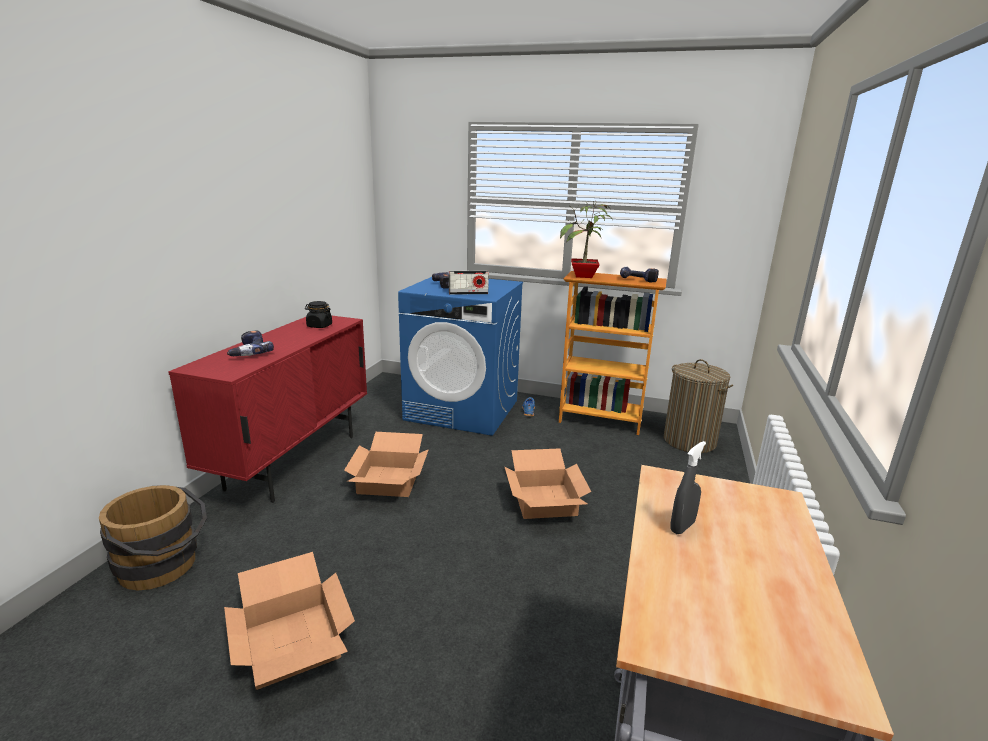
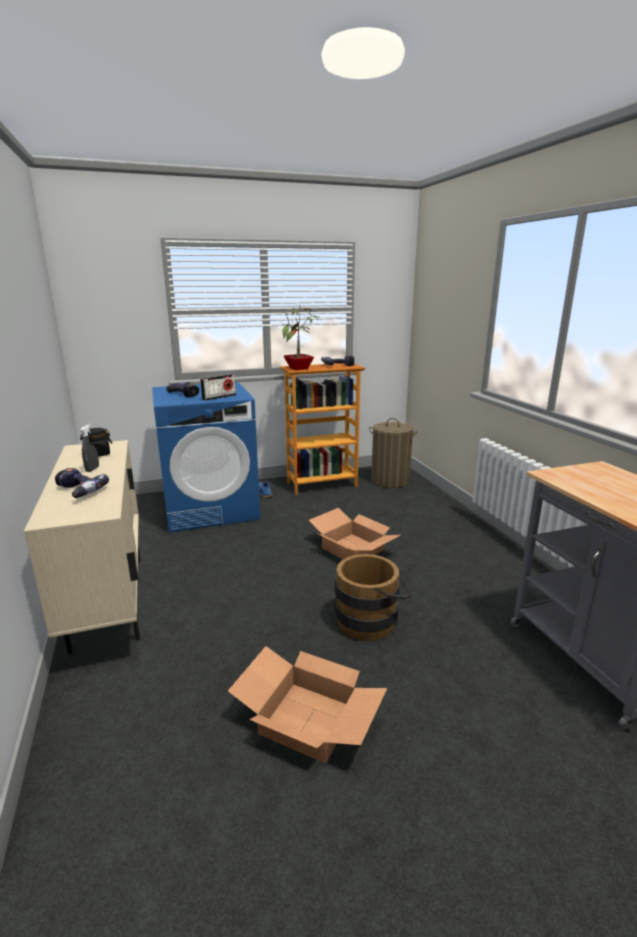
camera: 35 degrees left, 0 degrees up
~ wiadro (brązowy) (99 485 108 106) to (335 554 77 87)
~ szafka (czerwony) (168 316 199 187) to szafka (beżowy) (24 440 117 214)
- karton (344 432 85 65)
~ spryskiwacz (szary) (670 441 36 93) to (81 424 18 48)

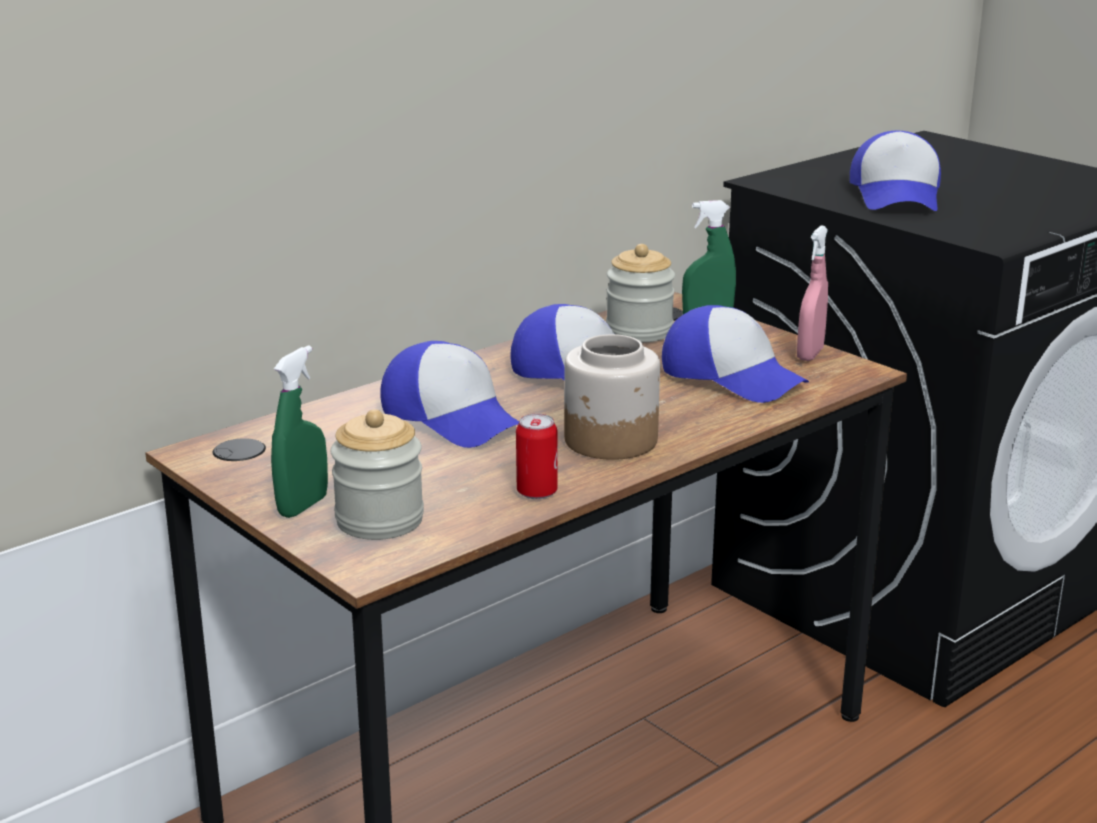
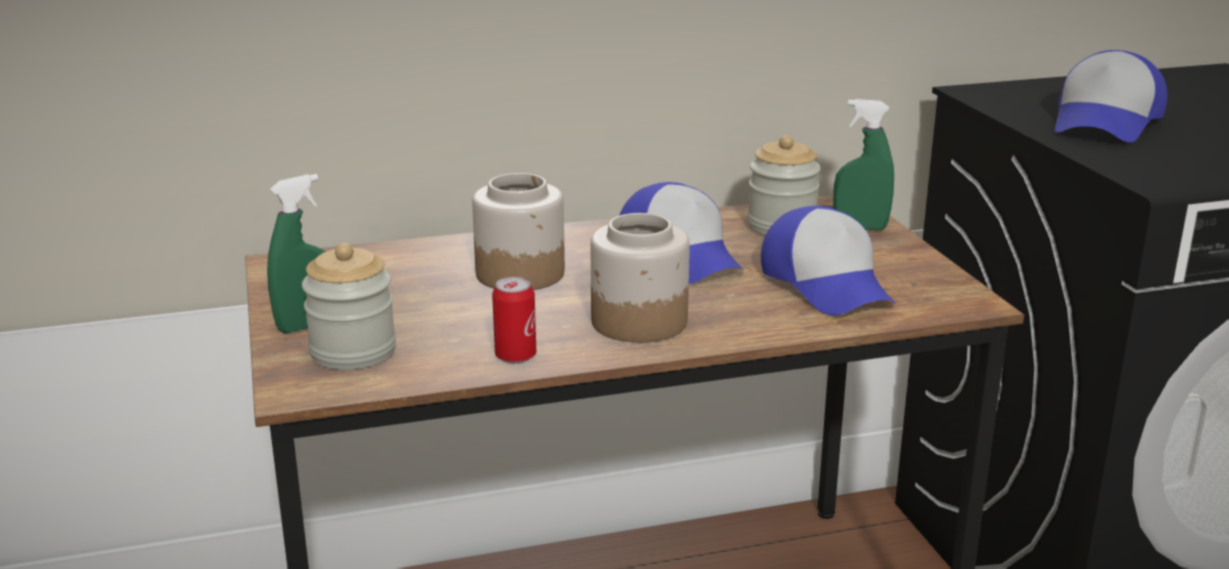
camera: 25 degrees right, 0 degrees up
~ czapka z daszkiem (381 341 138 107) to słoik (472 173 93 117)
- spryskiwacz (różowy) (797 226 31 135)

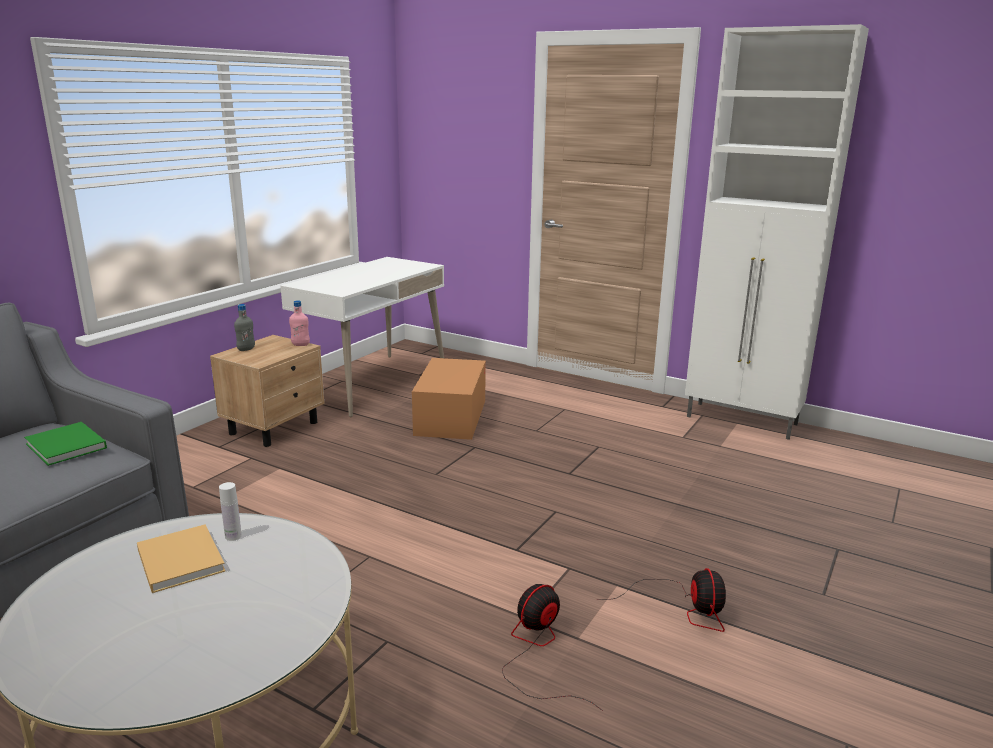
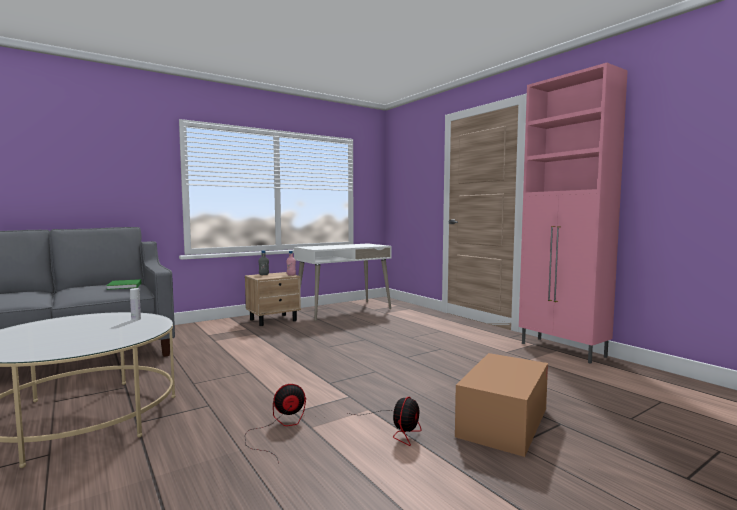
camera: 25 degrees right, 15 degrees down
- książka (beżowy) (137 524 88 69)
~ karton (412 358 74 82) to (455 353 93 104)
~ szafka (biały) (685 24 184 416) to szafka (różowy) (519 63 109 301)

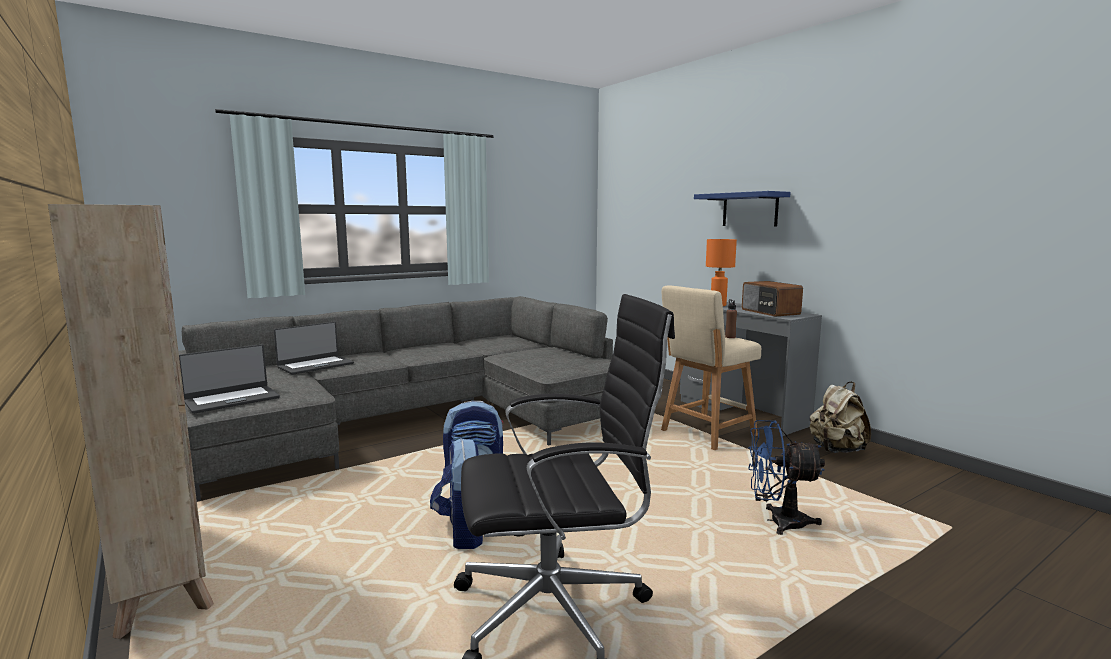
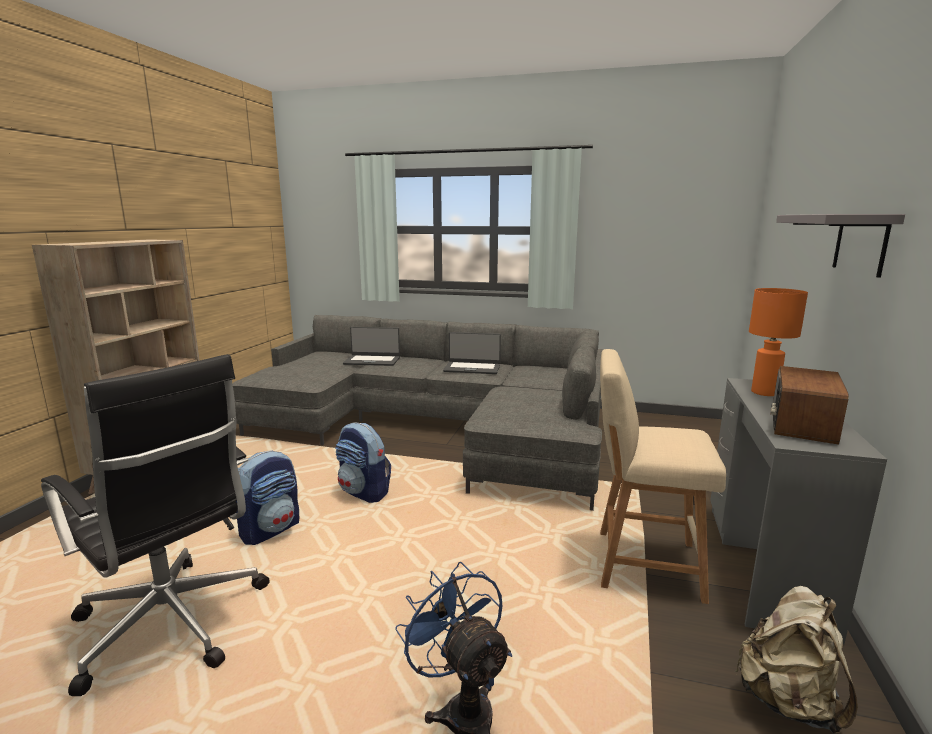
camera: 50 degrees right, 5 degrees up
~ laptop (179 344 101 70) to (443 332 58 42)
~ półka (niebieski) (694 191 97 35) to półka (szary) (776 214 129 64)
- butelka (brązowy) (725 299 12 39)

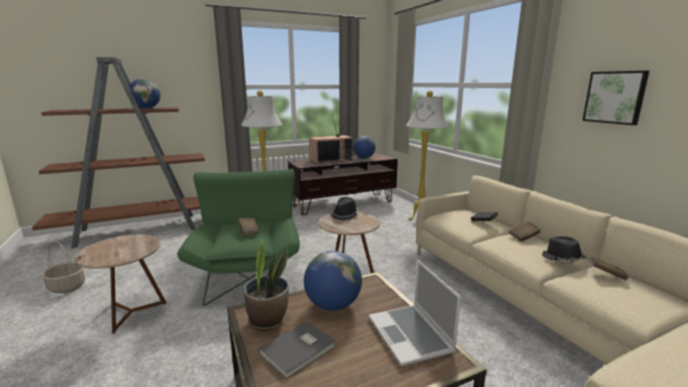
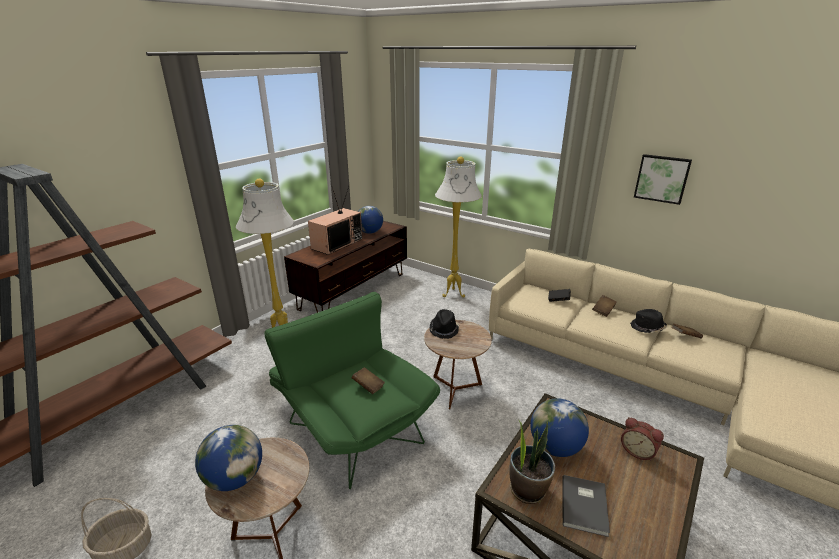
camera: 30 degrees left, 10 degrees up
~ globus (129 78 32 31) to (195 425 67 66)
~ laptop (369 260 92 106) to budzik (621 417 43 44)

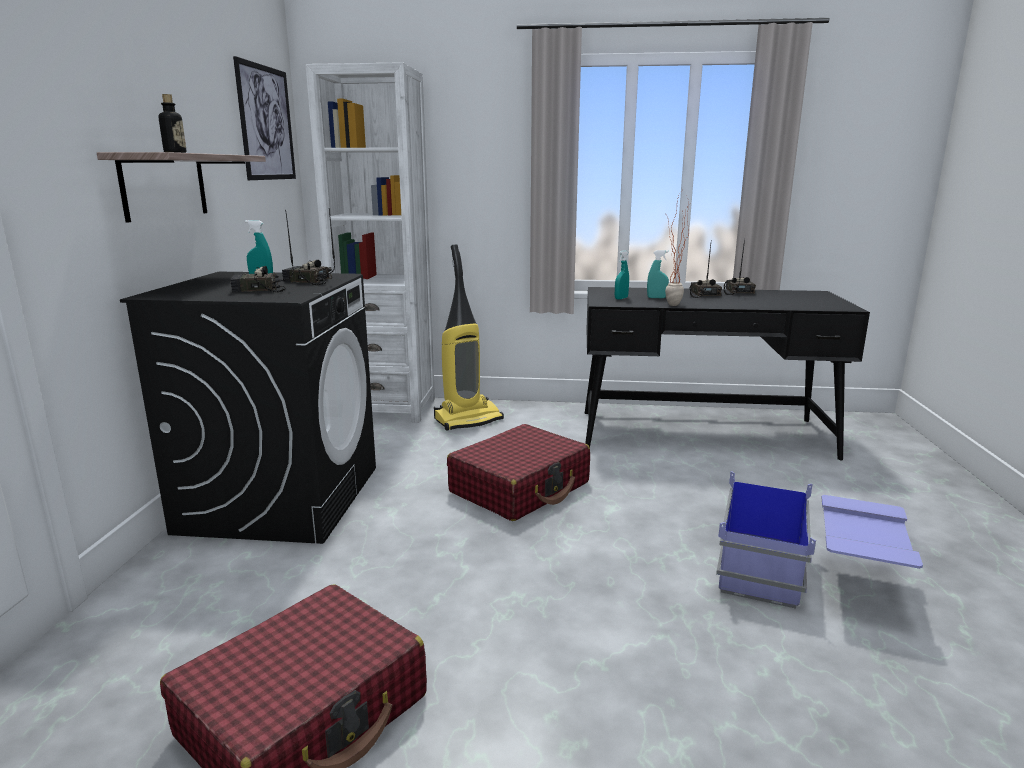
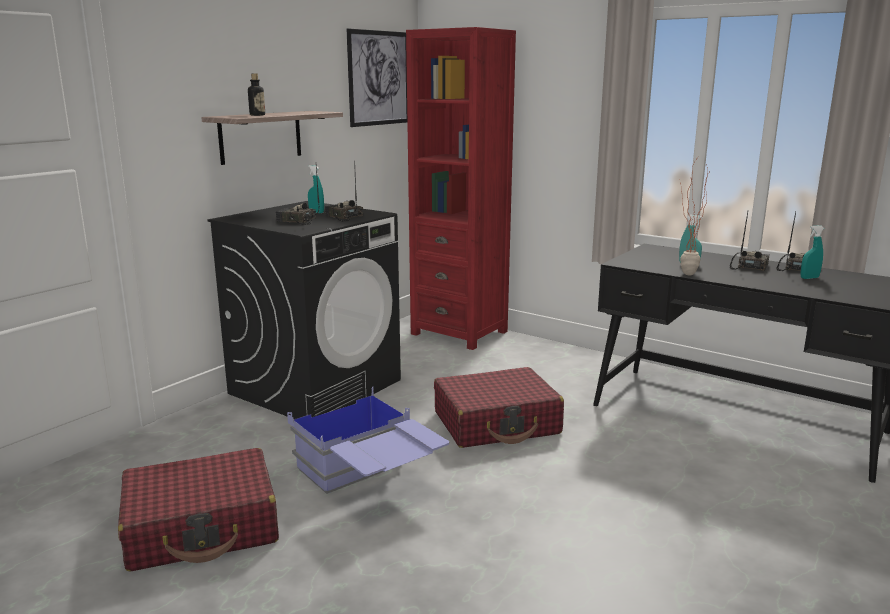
camera: 30 degrees right, 0 degrees up
~ regał (biały) (305 62 130 361) to regał (czerwony) (406 27 110 323)
- odkurzacz (434 244 70 187)
~ spryskiwacz (turkusowy) (615 251 14 49) to (800 225 24 54)
~ pojemnik do przechowywania (niebieski) (716 471 207 138) to (287 387 162 107)

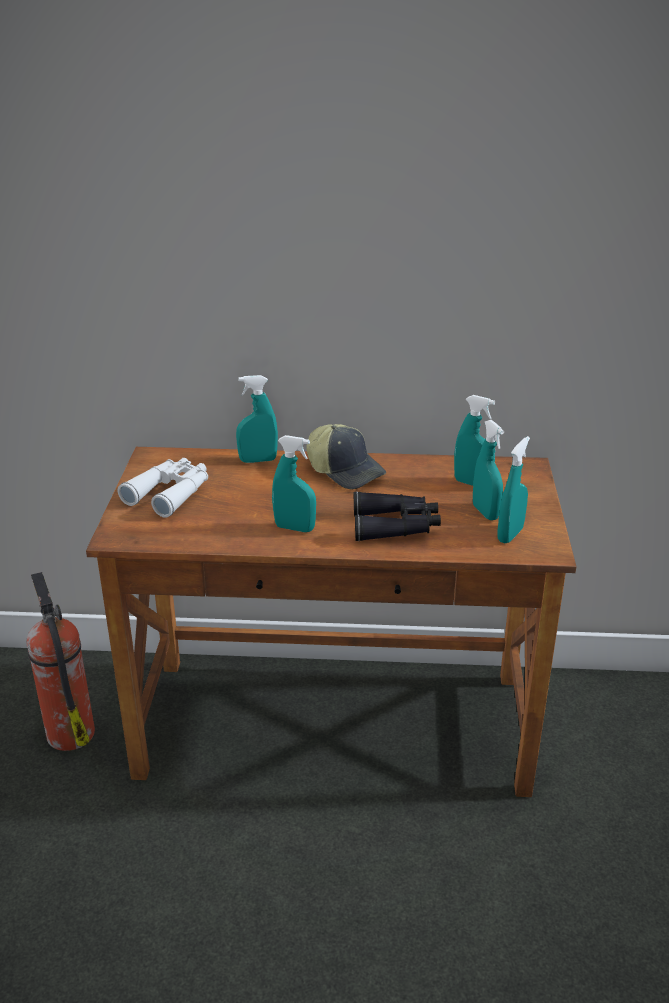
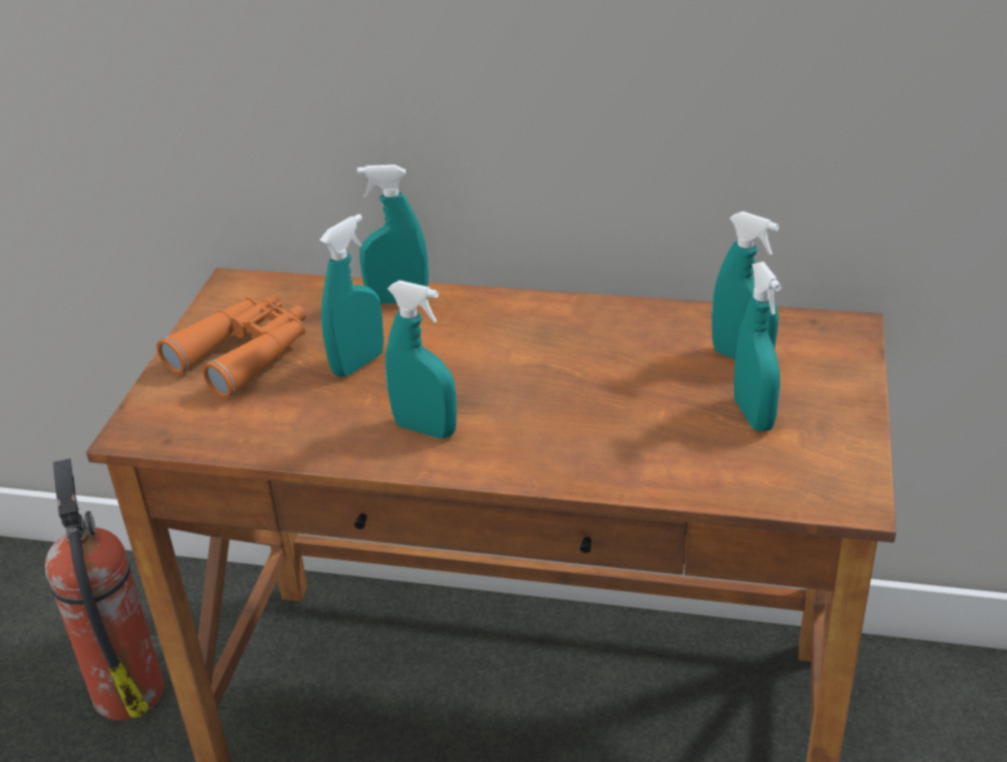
camera: 10 degrees right, 5 degrees up
~ lornetka (biały) (118 458 90 60) to lornetka (pomarańczowy) (157 295 149 104)
- czapka z daszkiem (306 424 80 65)
- lornetka (czarny) (354 492 87 49)
~ spryskiwacz (turkusowy) (497 436 33 107) to (320 214 64 163)

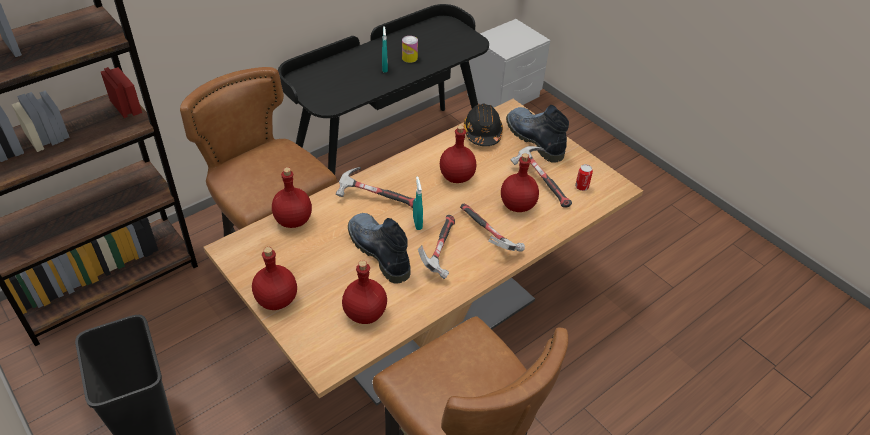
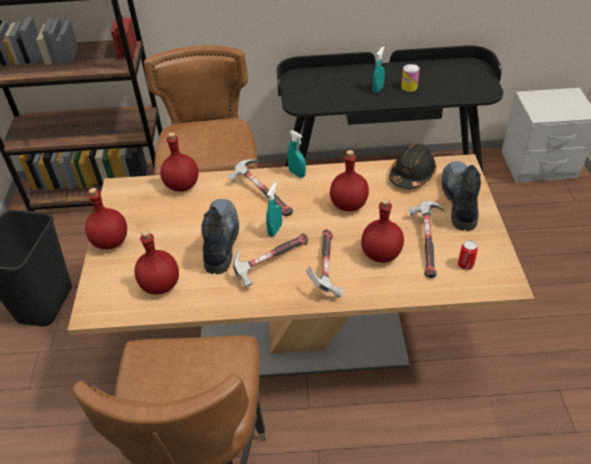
camera: 40 degrees right, 0 degrees up
+ spryskiwacz (turkusowy) (288 130 18 48)

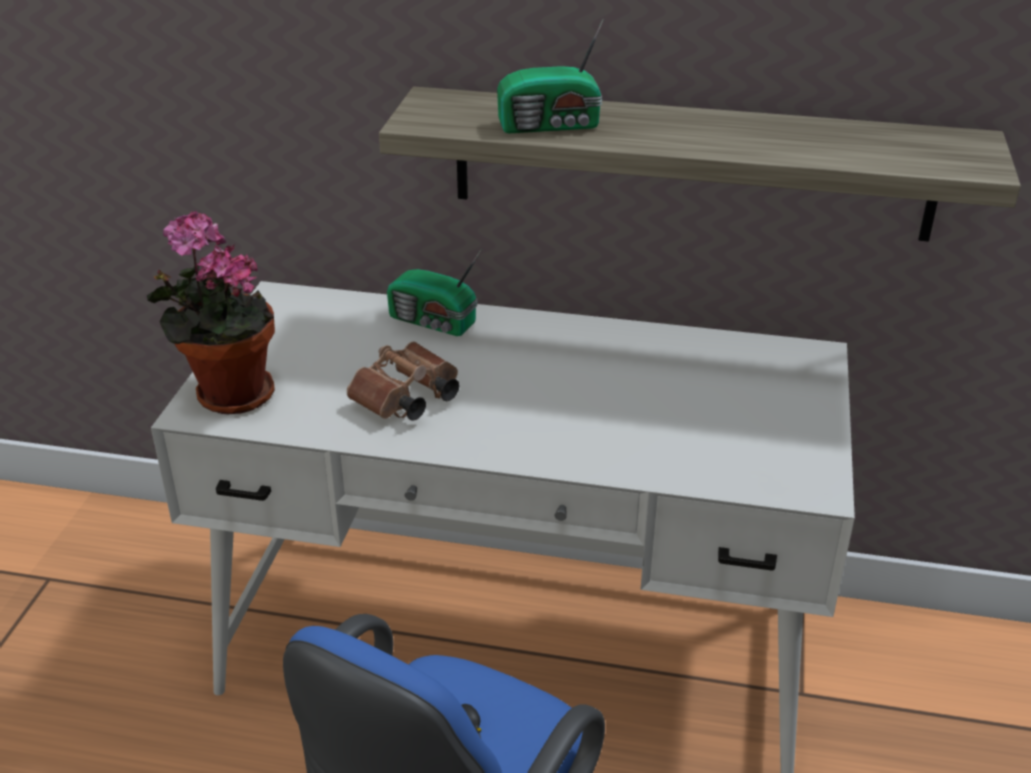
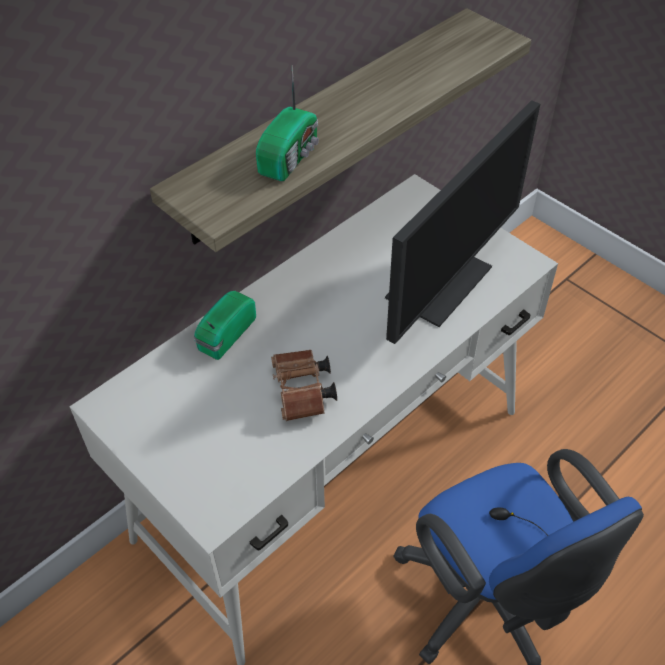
camera: 55 degrees left, 15 degrees up
- roślina doniczkowa (147 211 128 203)
~ radio (387 249 95 87) = (194 291 62 69) 150 degrees clockwise
+ monitor (385 100 155 244)

